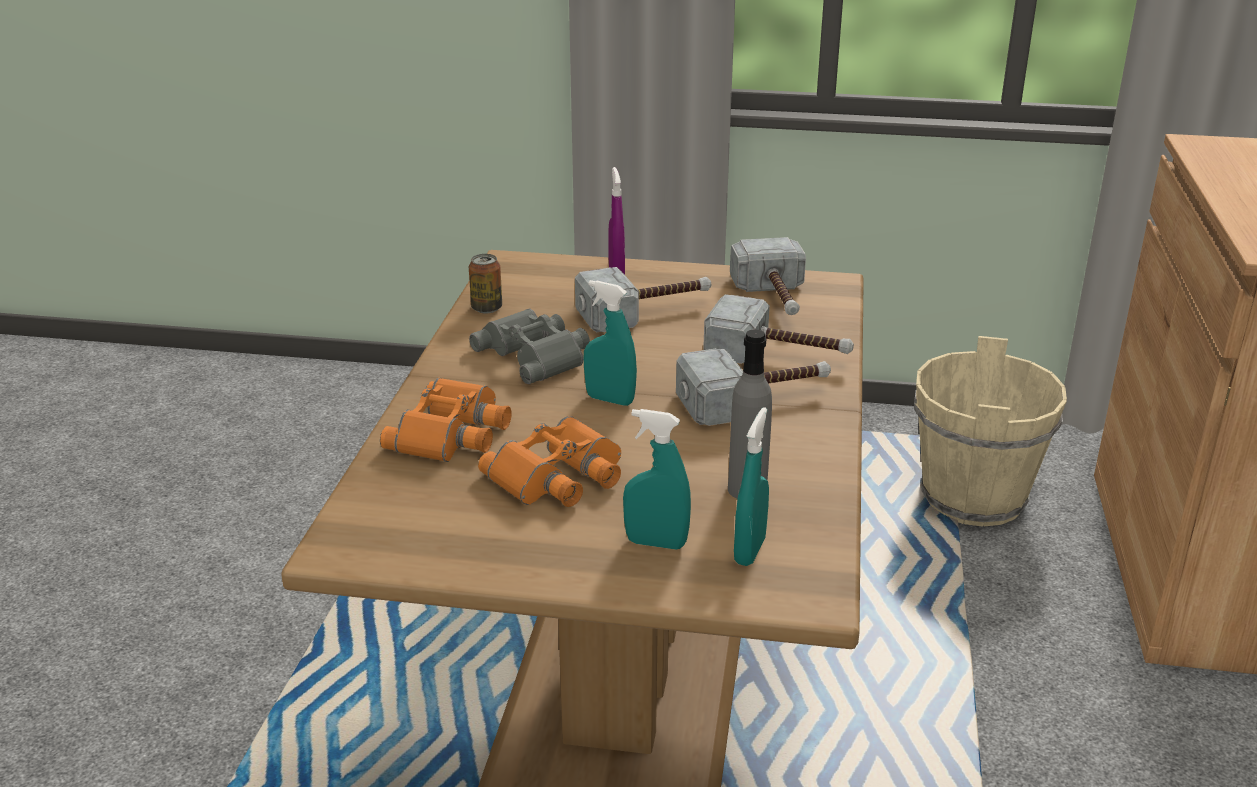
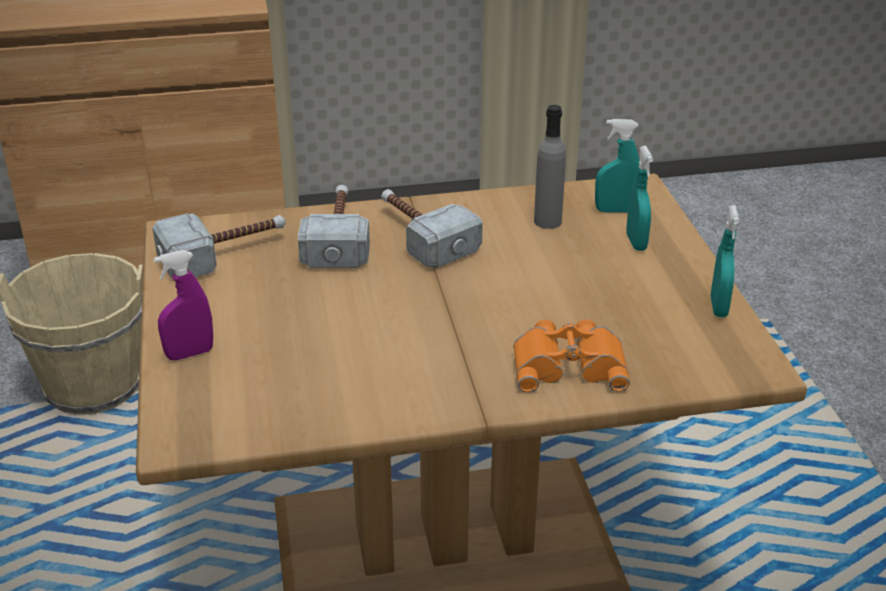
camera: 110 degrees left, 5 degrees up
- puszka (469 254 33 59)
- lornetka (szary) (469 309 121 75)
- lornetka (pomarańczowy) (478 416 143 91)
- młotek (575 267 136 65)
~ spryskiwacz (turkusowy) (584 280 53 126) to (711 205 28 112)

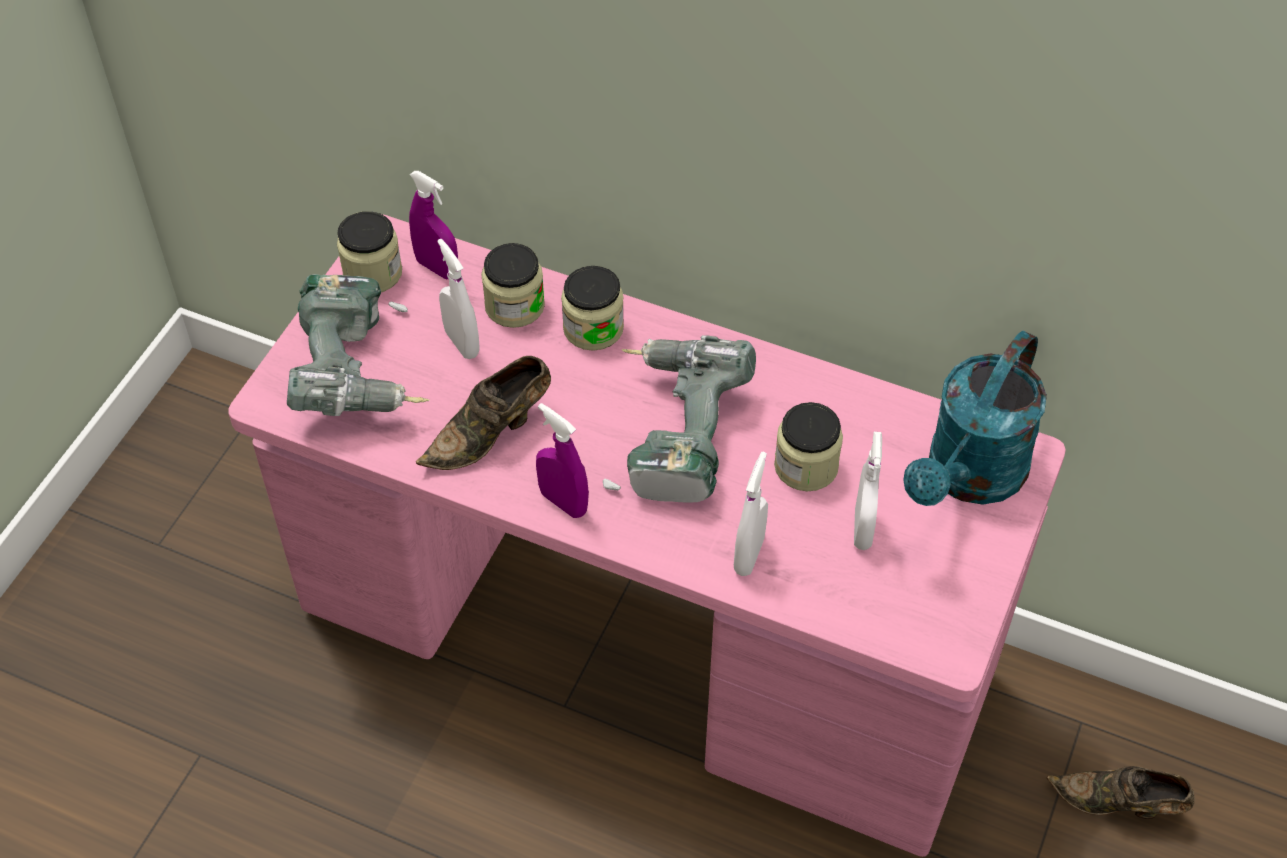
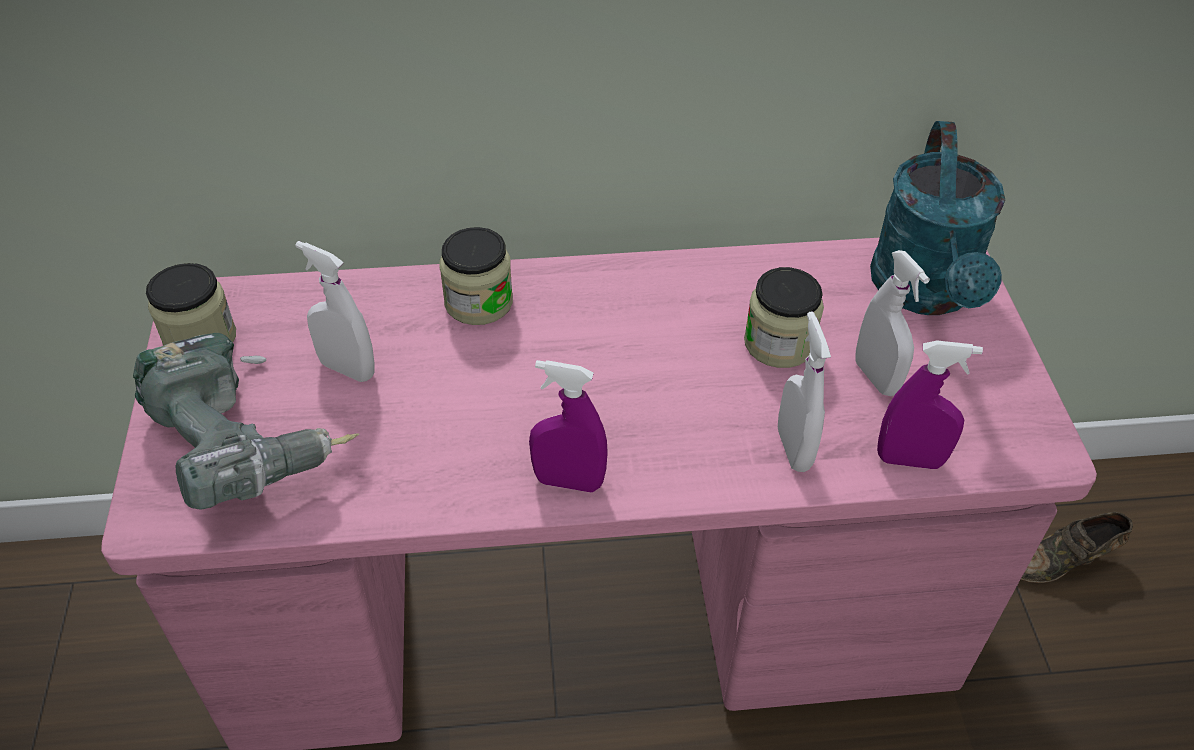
camera: 30 degrees left, 5 degrees down
~ spryskiwacz (fioletowy) (409 171 49 108) to (877 340 106 129)
- but (brązowy) (416 356 135 114)
- słoik (481 243 64 85)
- wiertarka (603 335 153 168)

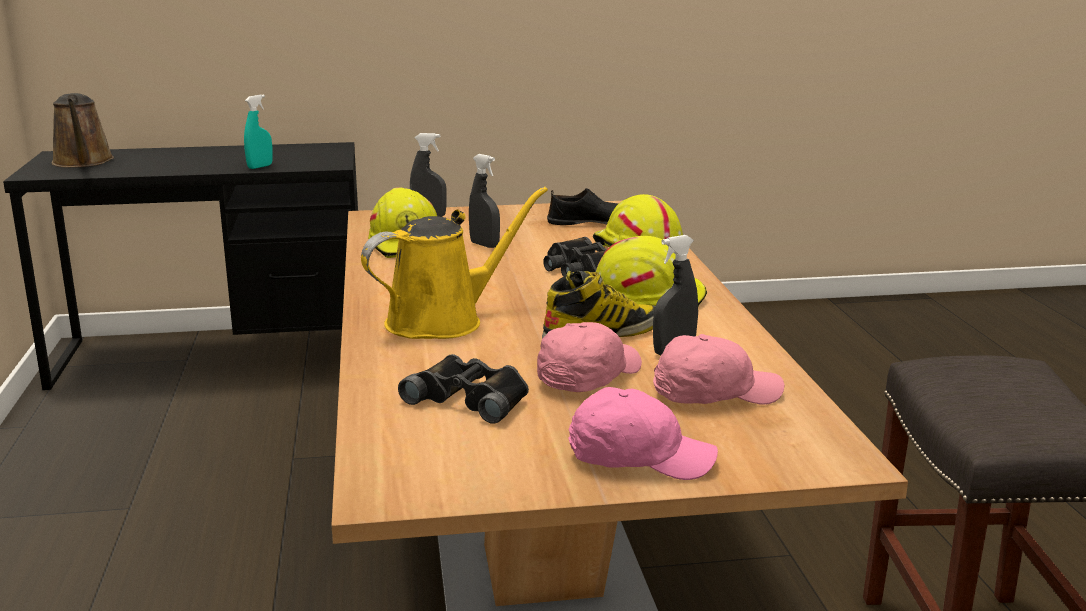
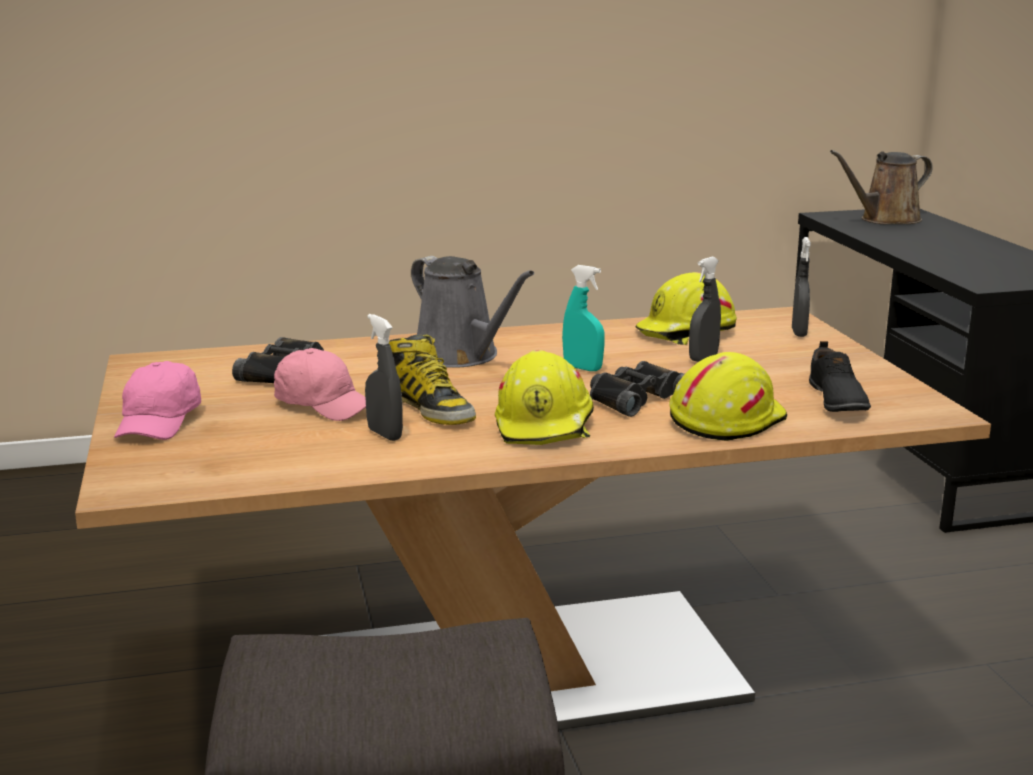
camera: 85 degrees right, 0 degrees up
~ spryskiwacz (turkusowy) (244 95 29 74) to (562 265 43 106)
~ konewka (żółty) (361 187 187 152) to konewka (szary) (411 256 123 112)
- czapka z daszkiem (różowy) (653 334 131 71)

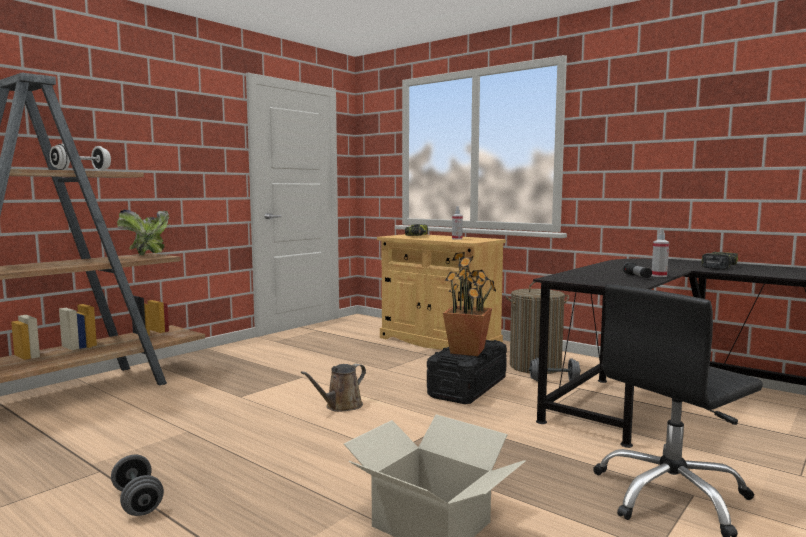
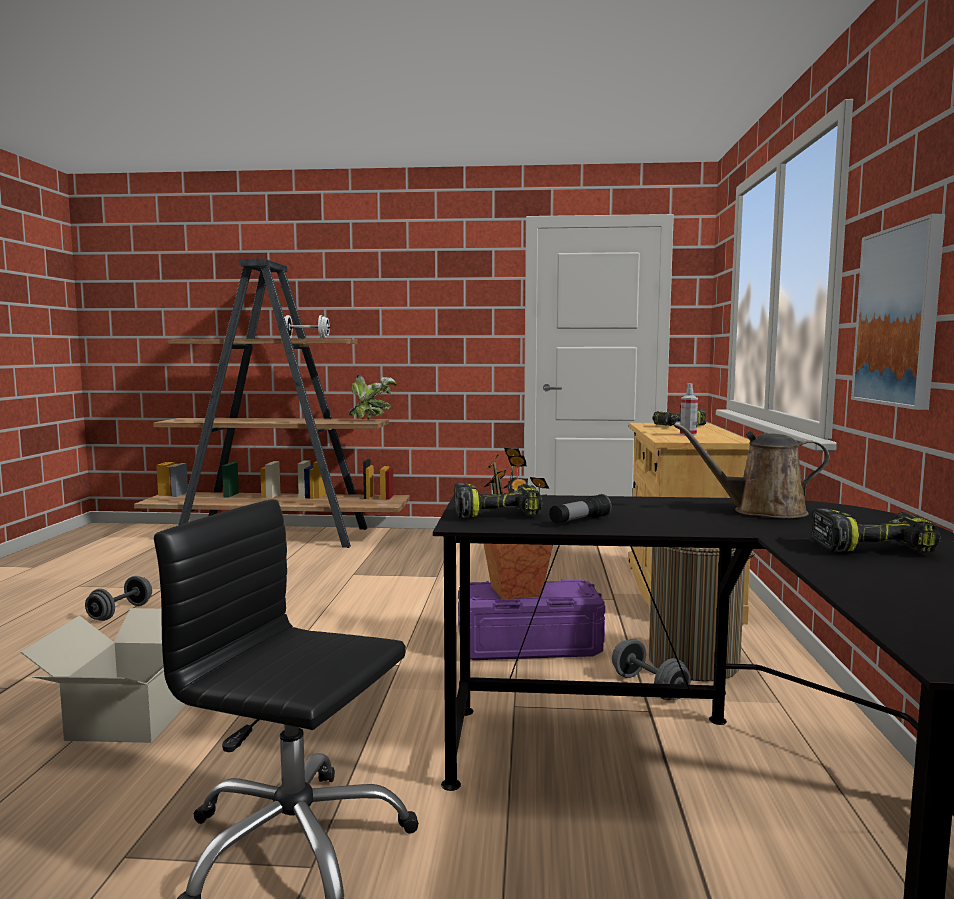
camera: 55 degrees right, 0 degrees up
~ konewka (brązowy) (301 364 65 48) to (674 423 155 95)
~ pojemnik do przechowywania (czarny) (427 340 80 64) to pojemnik do przechowywania (fioletowy) (458 579 147 81)
- spryskiwacz (652 229 17 48)
+ wiertarka (454 483 89 35)
+ obraz (851 214 94 196)

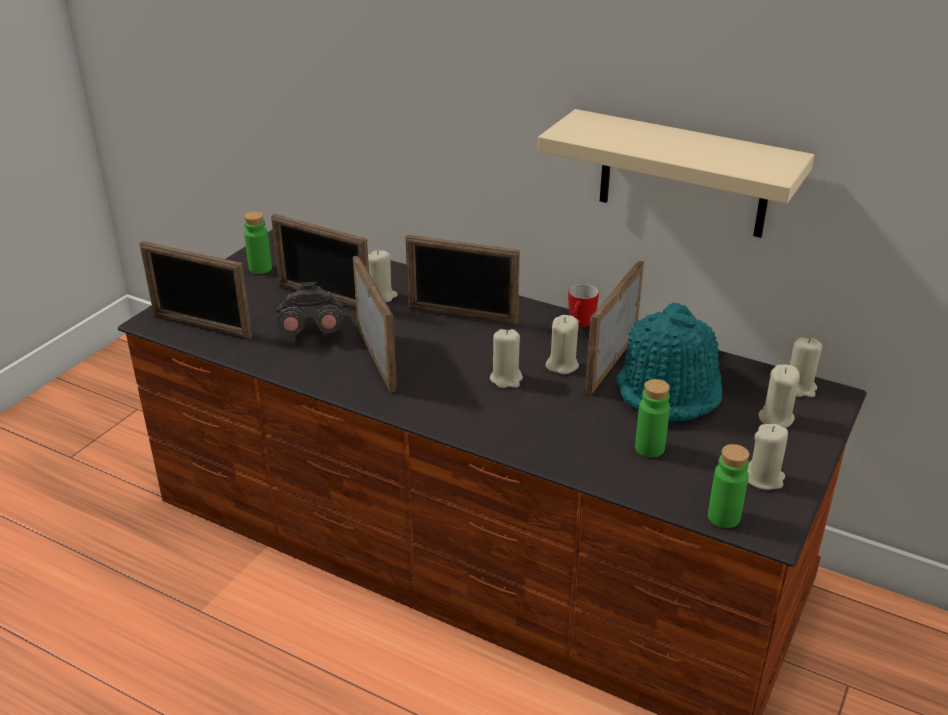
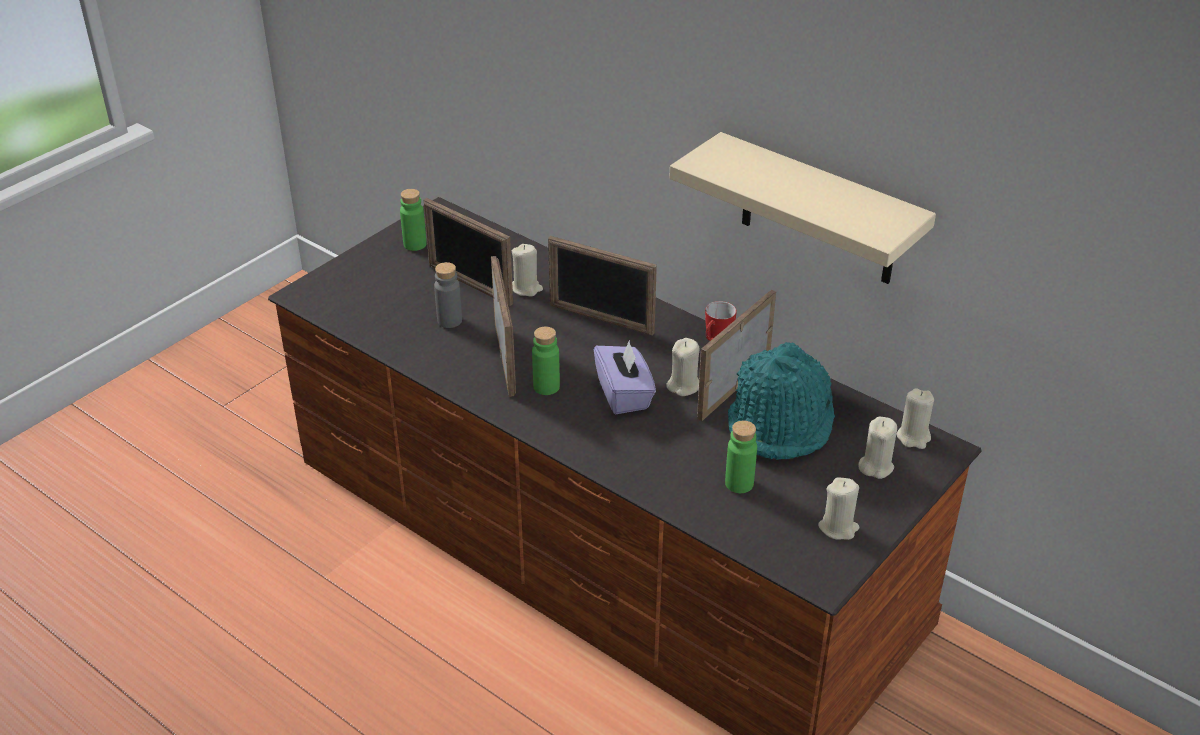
camera: 10 degrees right, 5 degrees up
- ramka na zdjęcie (139 241 113 98)
~ lornetka (szary) (276 282 67 53) to butelka (szary) (434 262 28 66)
~ świeca (beżowy) (490 329 33 59) to pudełko chusteczek (fioletowy) (594 339 62 75)
~ butelka (zielony) (708 444 41 84) to (532 326 28 69)

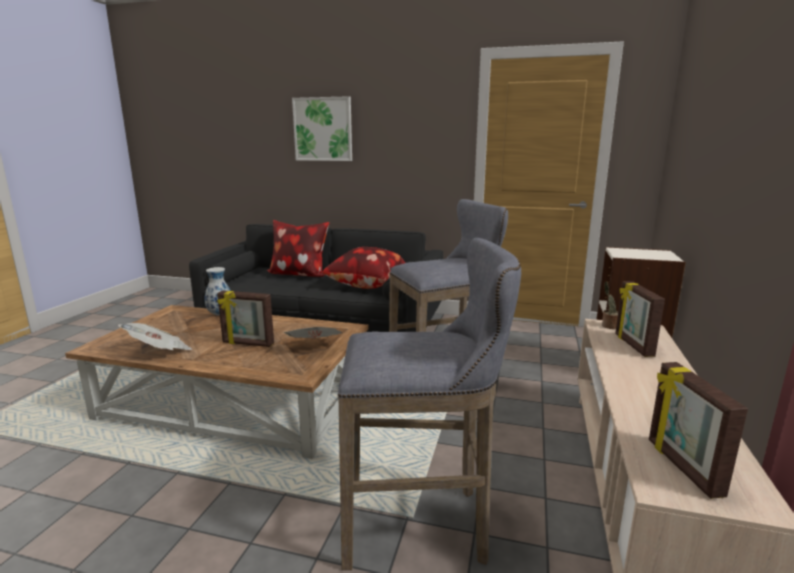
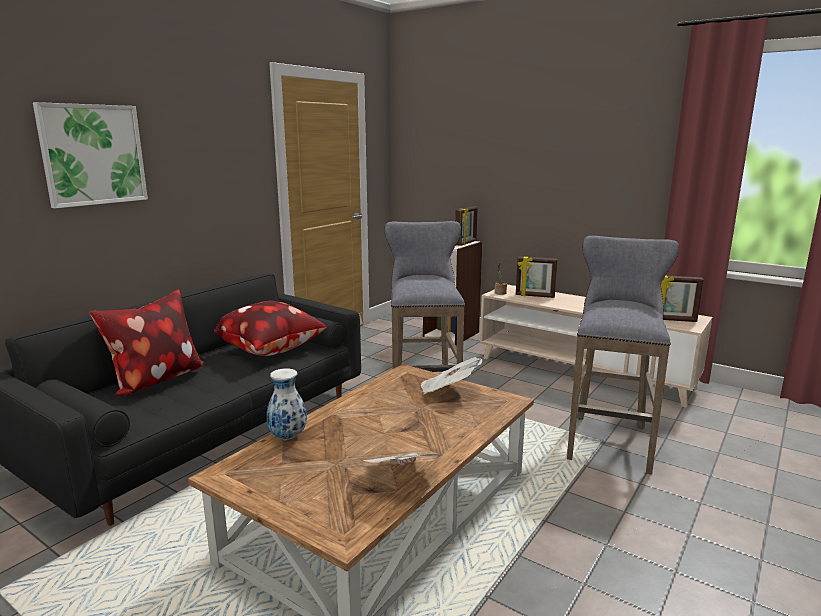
camera: 70 degrees left, 0 degrees up
~ ramka na zdjęcie (217 291 57 56) to (455 206 23 40)

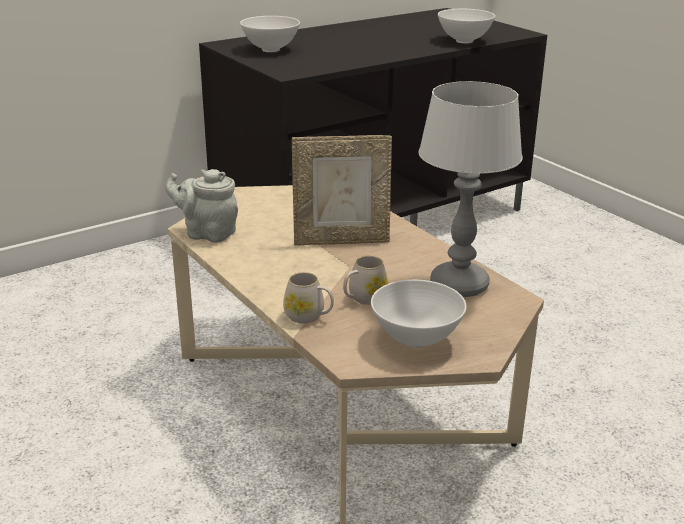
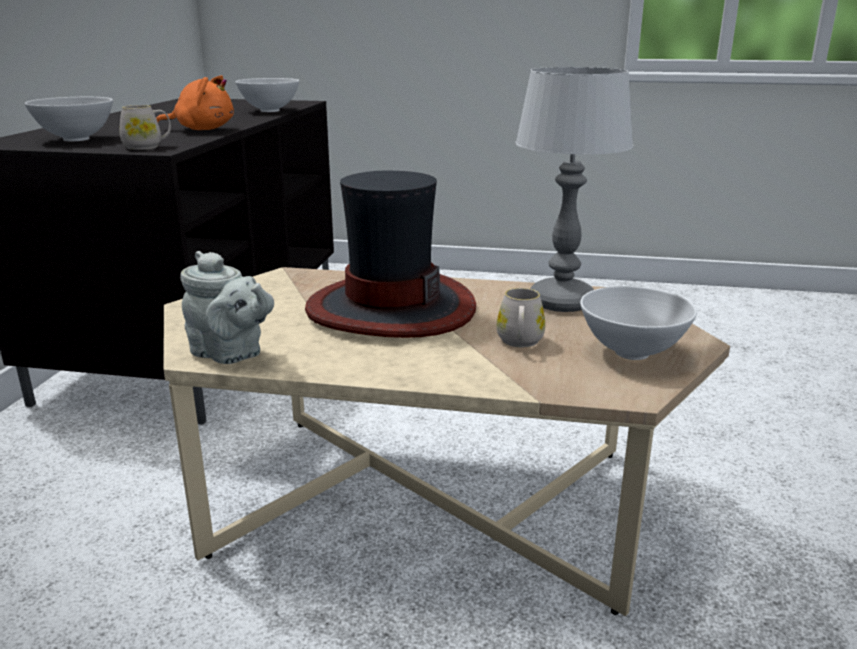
camera: 45 degrees left, 5 degrees down
~ imbryk (szary) (165 169 73 74) = (180 251 94 113) 120 degrees counterclockwise
~ kubek (biały) (283 272 51 51) to (119 105 52 45)
~ ramka na zdjęcie (292 135 100 110) to kapelusz (305 171 171 167)
+ pluszak (pomarańczowy) (156 75 78 55)

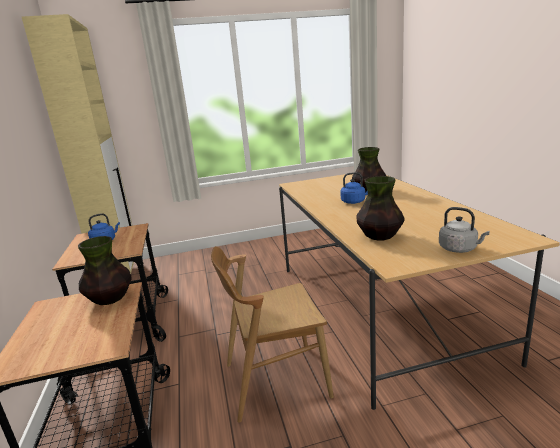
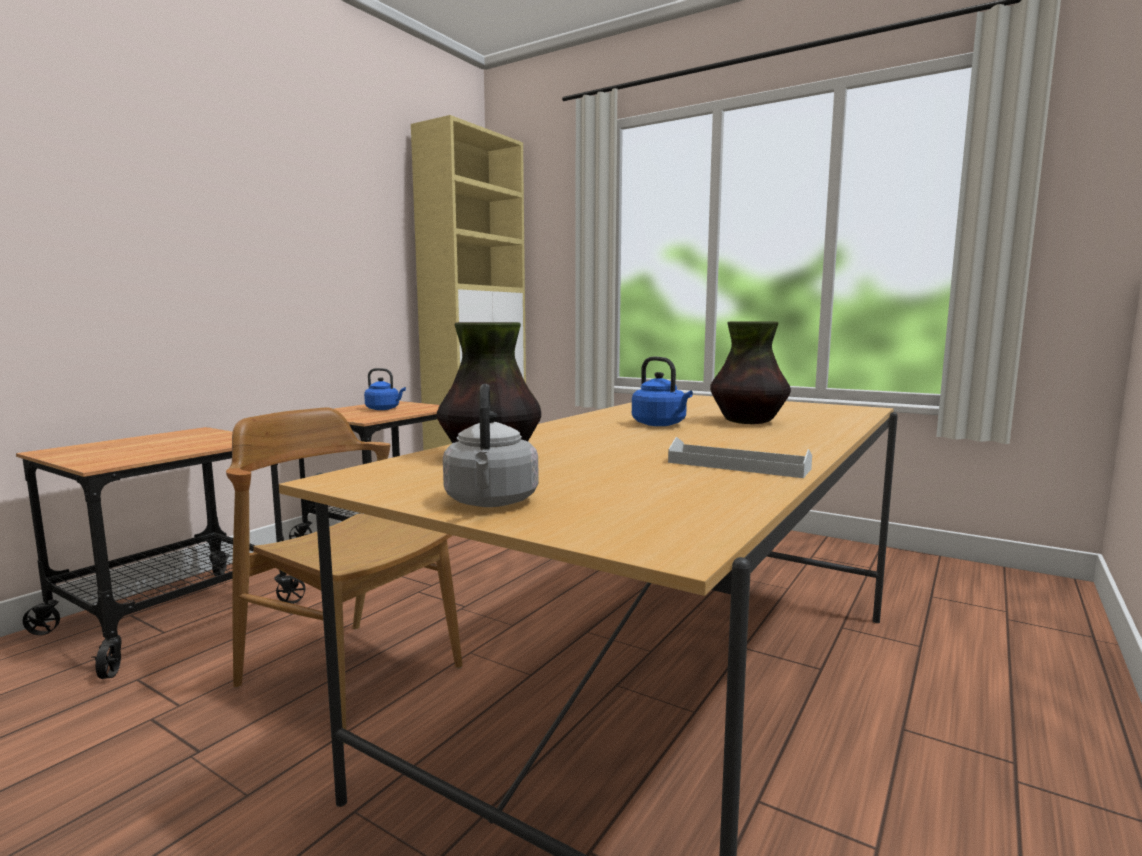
camera: 45 degrees right, 10 degrees down
- wazon (78 236 54 69)
+ taca (biały) (668 437 144 41)

